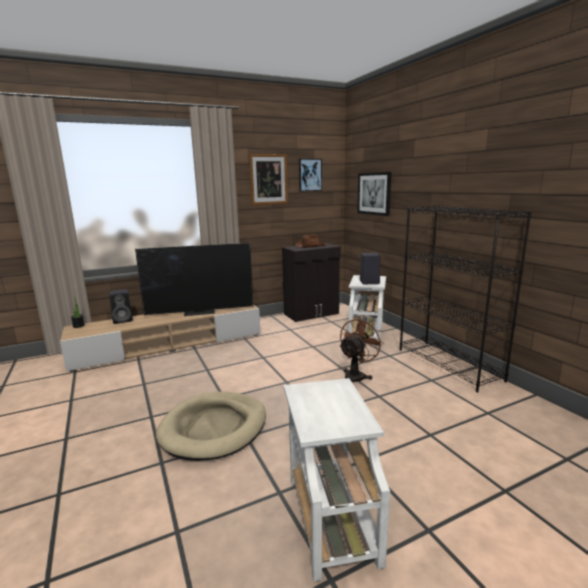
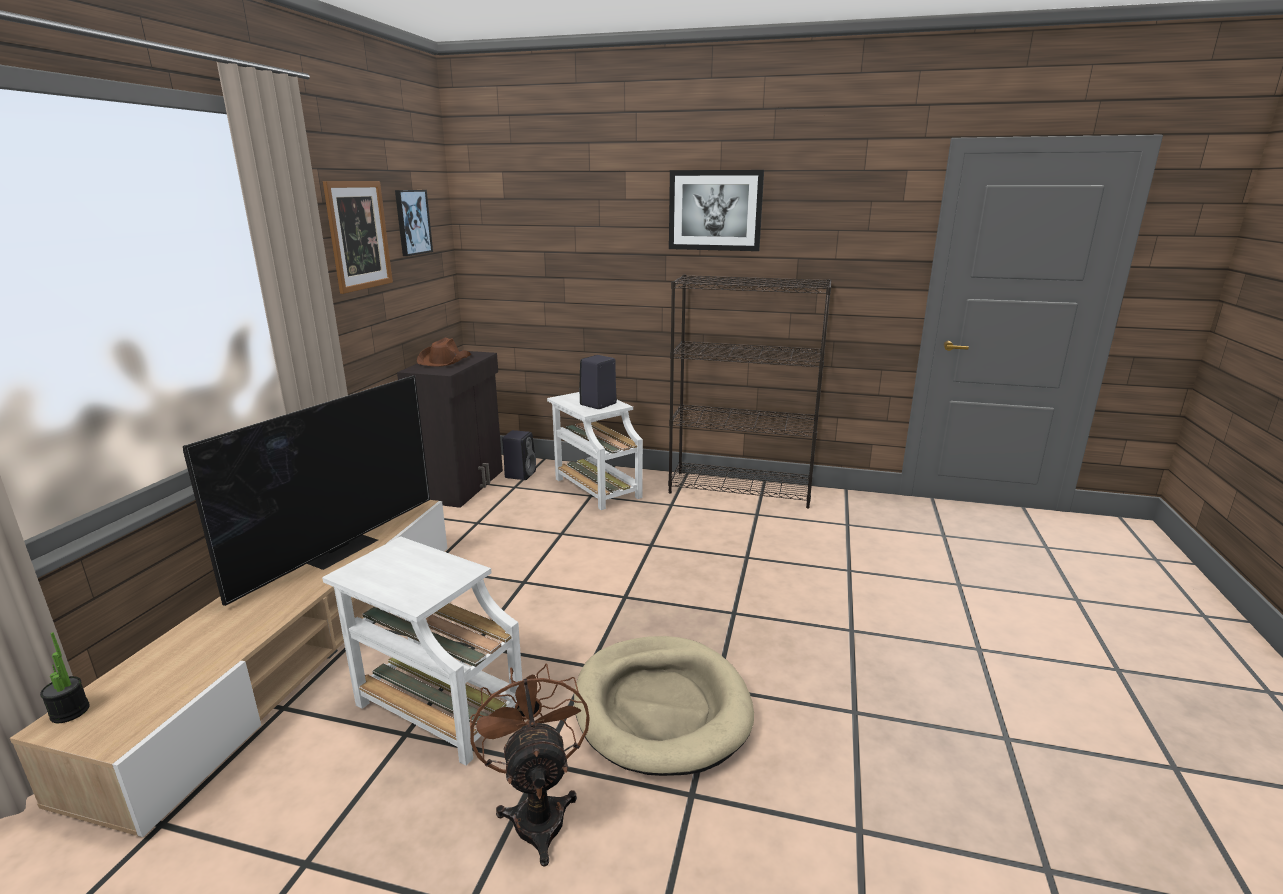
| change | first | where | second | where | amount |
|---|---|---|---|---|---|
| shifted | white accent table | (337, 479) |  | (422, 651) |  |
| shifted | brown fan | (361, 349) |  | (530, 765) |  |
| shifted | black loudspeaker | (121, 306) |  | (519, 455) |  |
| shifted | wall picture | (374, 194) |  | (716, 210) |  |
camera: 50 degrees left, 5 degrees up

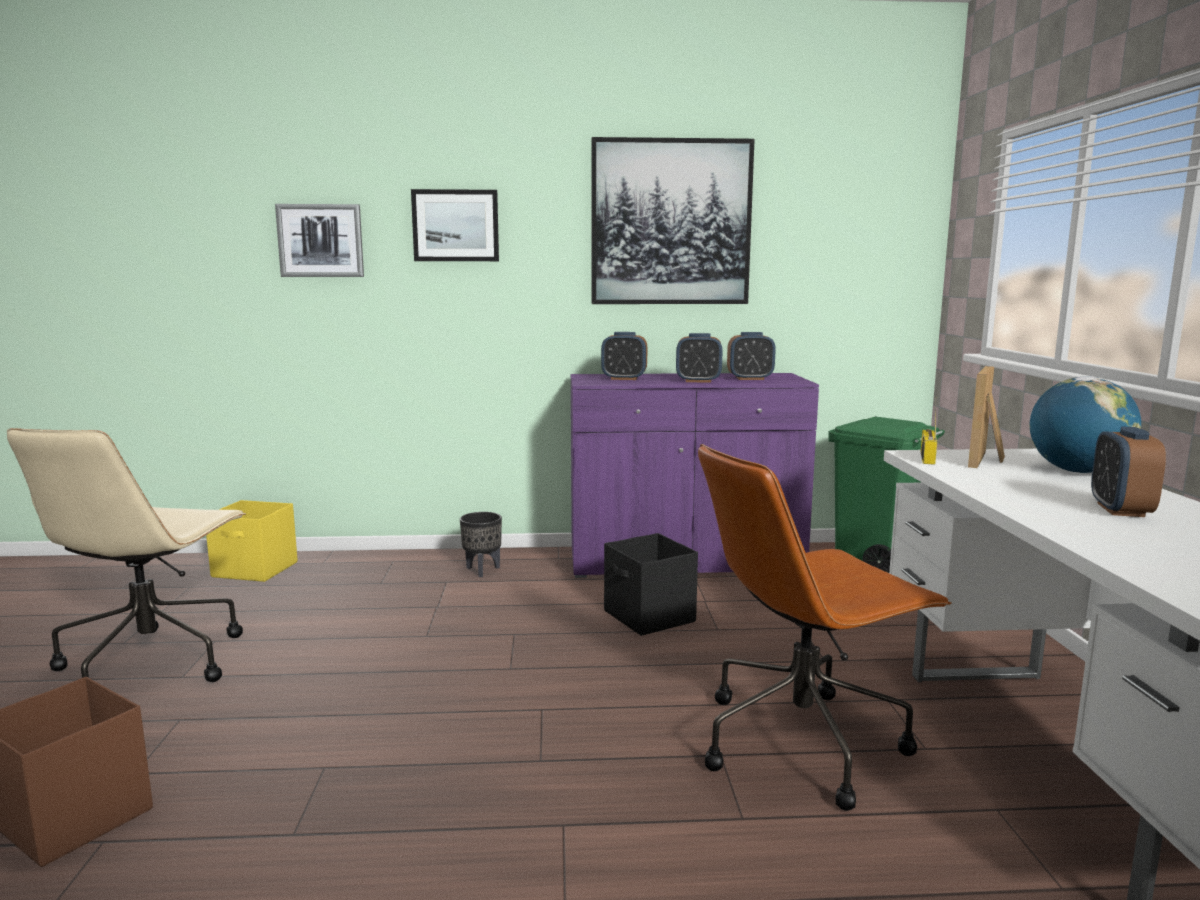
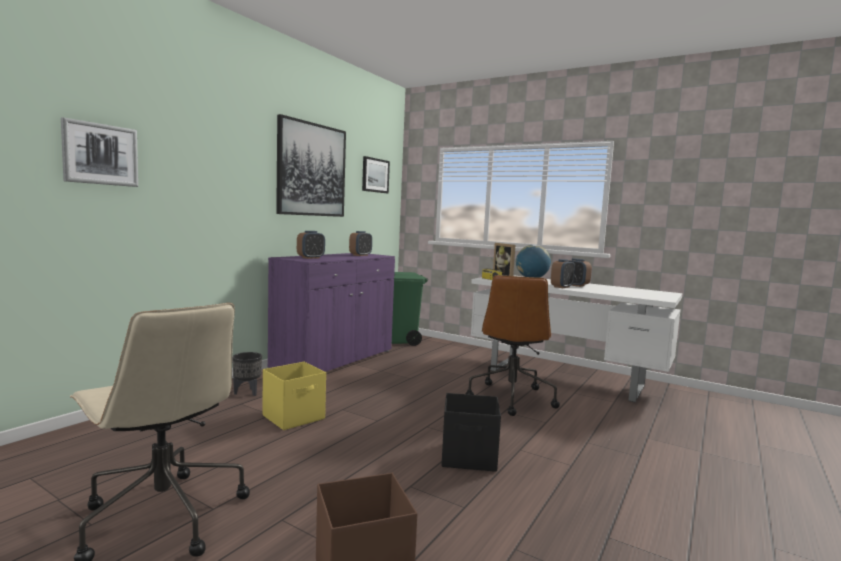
| change | first | where | second | where | amount |
|---|---|---|---|---|---|
| shifted | yellow-coloured storage box | (252, 541) |  | (294, 396) |  |
| shifted | wall picture | (455, 225) |  | (376, 174) |  |
| shifted | black storage box | (651, 584) |  | (471, 432) |  |
| shifted | alarm clock | (699, 358) |  | (563, 273) |  |
camera: 55 degrees left, 5 degrees down

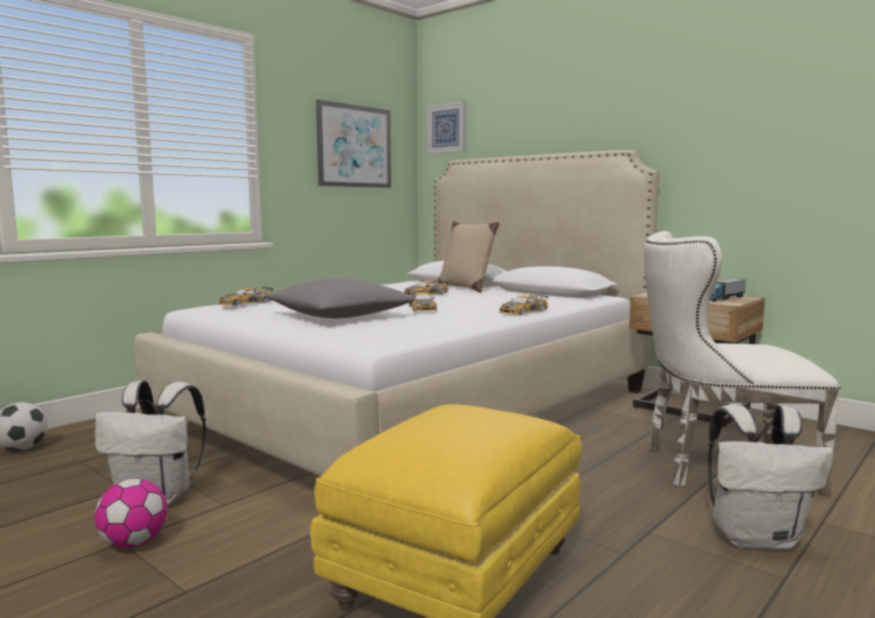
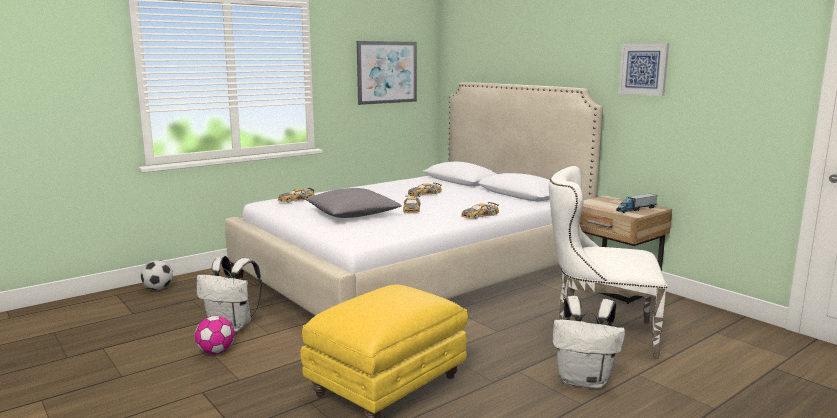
| change | first | where | second | where | amount |
|---|---|---|---|---|---|
| shifted | wall picture | (446, 127) |  | (643, 69) |  |
| gone | beige-coloured cushion | (468, 257) |  |  |  |
camera: 10 degrees right, 5 degrees up

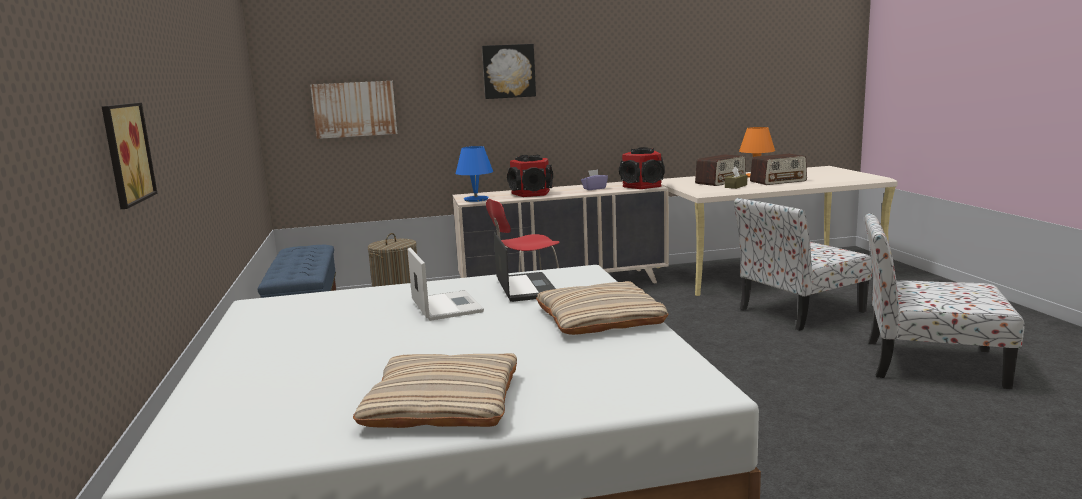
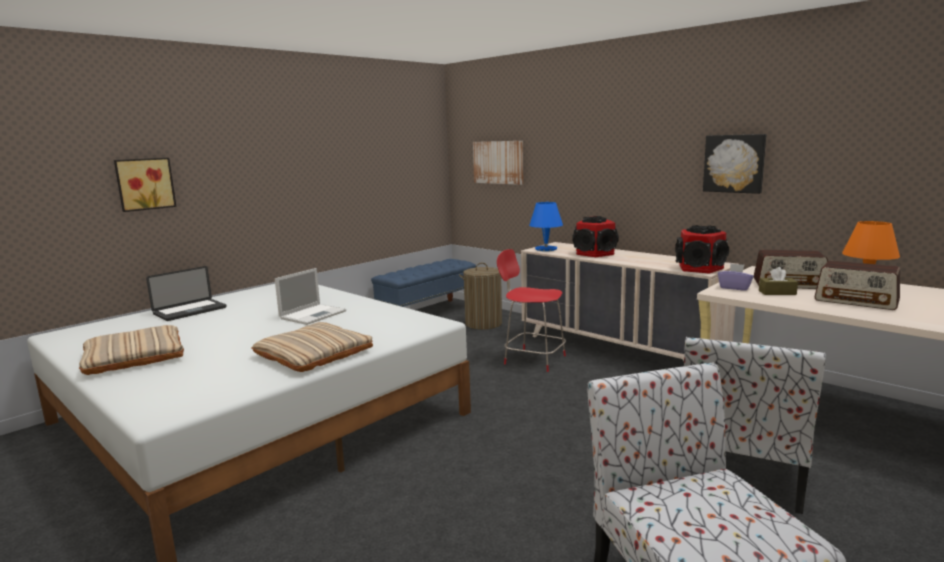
| change | first | where | second | where | amount |
|---|---|---|---|---|---|
| shifted | notebook computer | (525, 267) |  | (186, 293) |  |
| rotated | upright chair | (803, 264) |  | (755, 425) | 90 degrees counterclockwise |
| shifted | wall picture | (509, 71) |  | (734, 164) |  |
| shifted | purple tissue holder | (594, 180) |  | (736, 277) |  |
camera: 55 degrees right, 0 degrees up

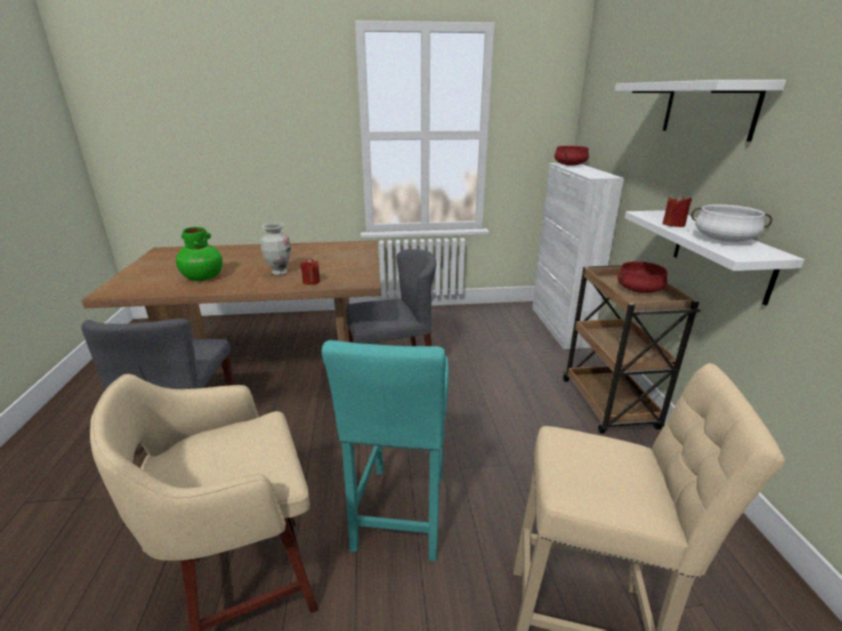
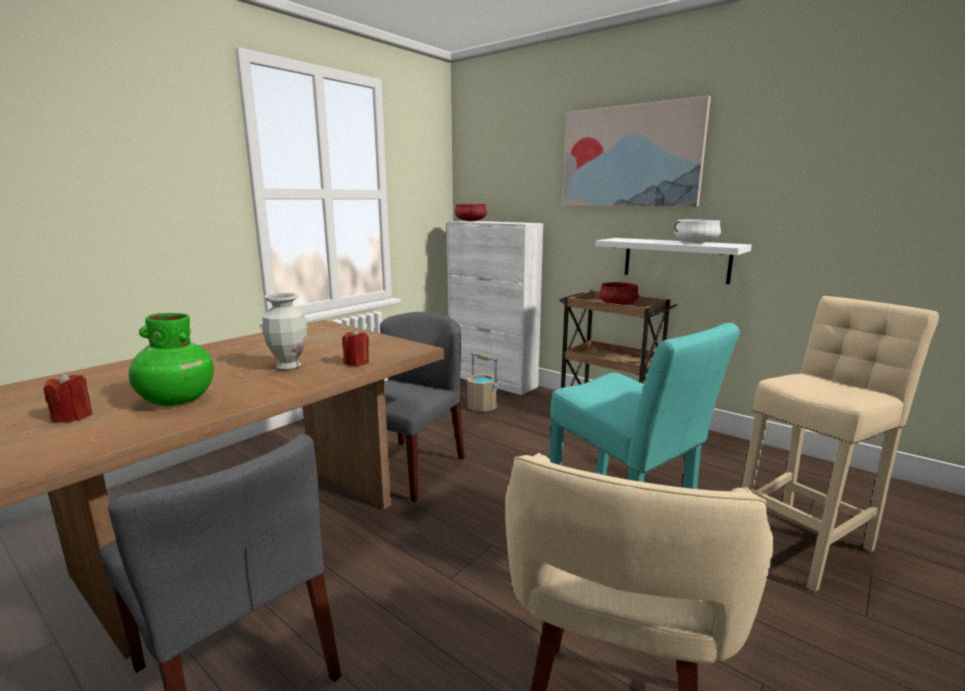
| change | first | where | second | where | amount |
|---|---|---|---|---|---|
| shifted | red-coloured wax candle | (677, 210) |  | (68, 397) |  |
| new |  |  | beige-coloured bucket | (482, 382) |  |
| swapped | white bracket shelf | (700, 111) | wall picture | (637, 151) |  |
camera: 45 degrees left, 10 degrees down

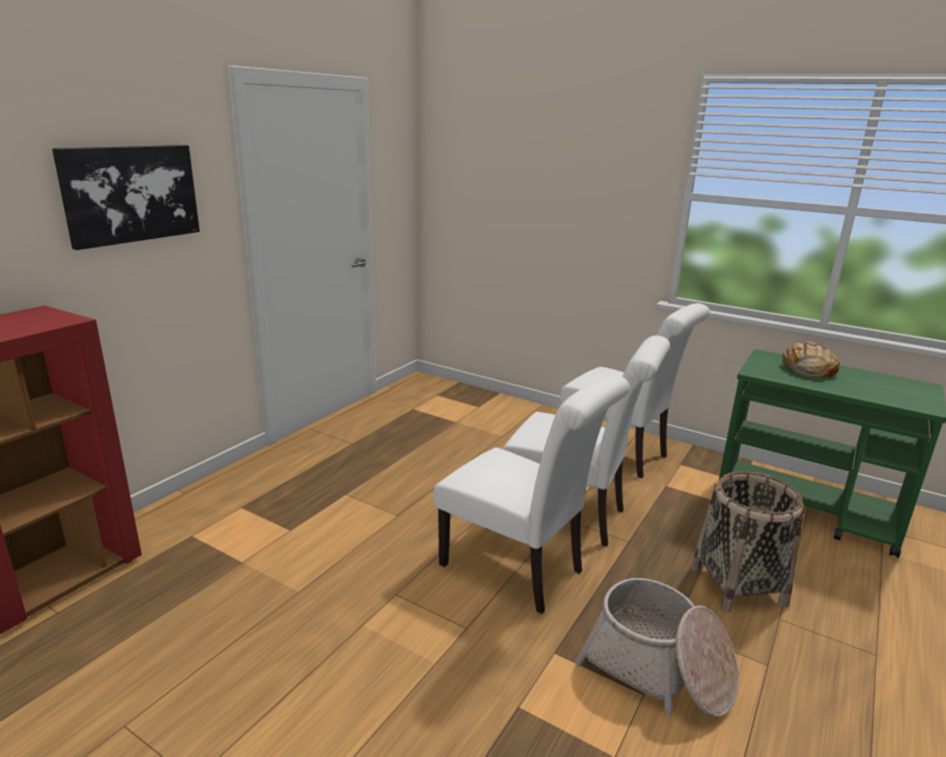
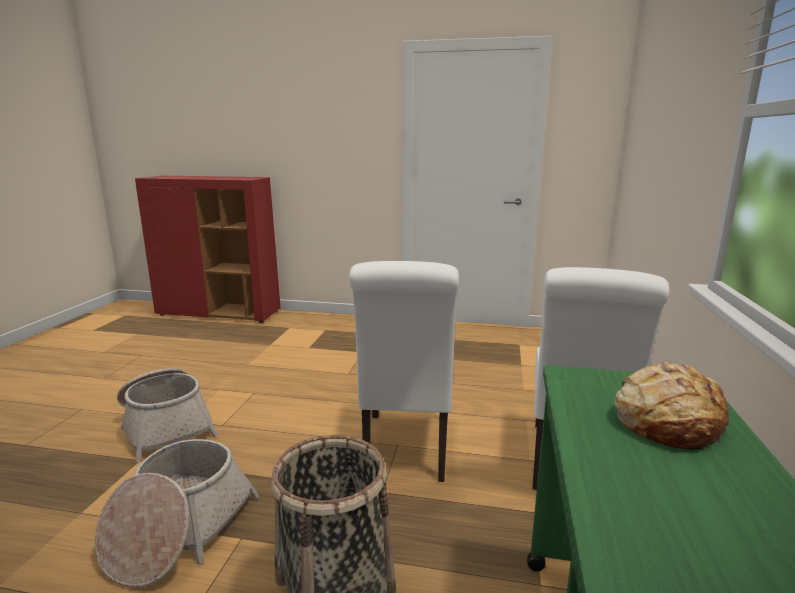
| change | first | where | second | where | amount |
|---|---|---|---|---|---|
| new |  |  | storage basket | (167, 415) |  |
| gone | wall picture | (126, 197) |  |  |  |
| gone | white upright chair | (531, 494) |  |  |  |
camera: 70 degrees right, 5 degrees down

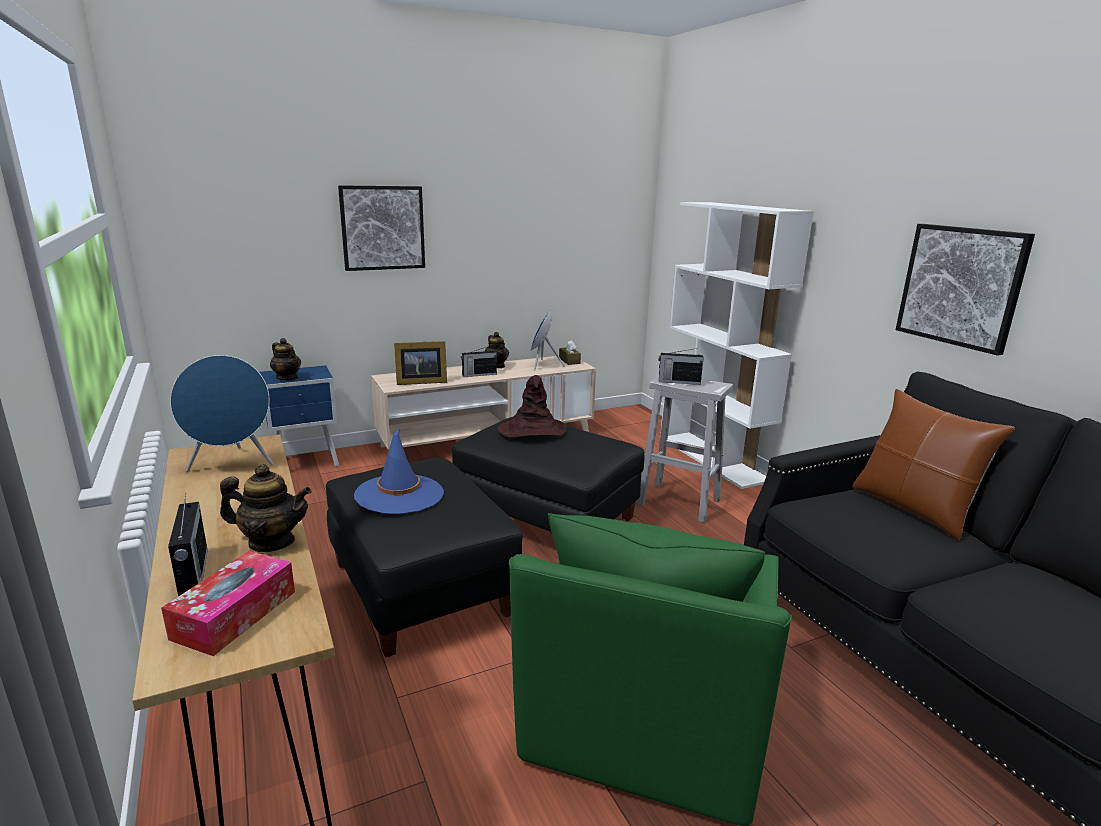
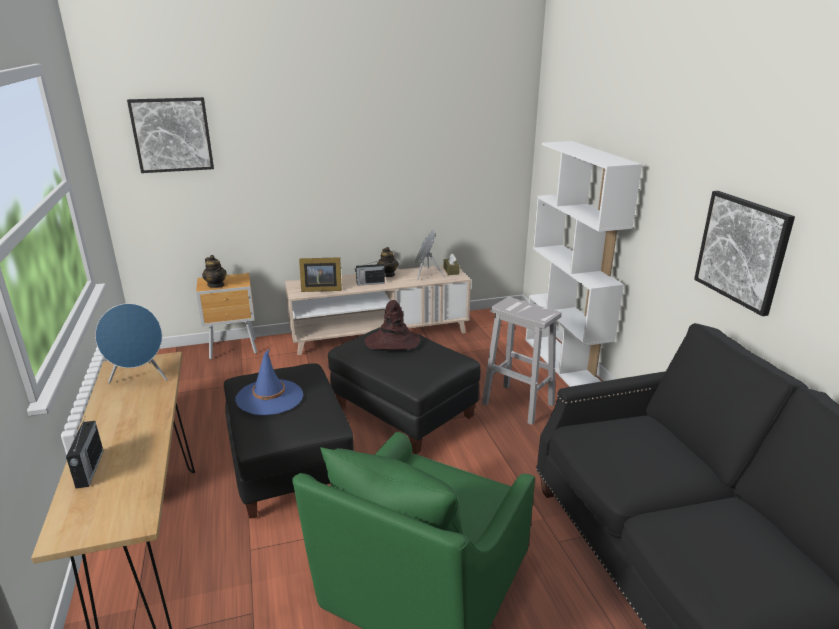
| change | first | where | second | where | amount |
|---|---|---|---|---|---|
| shifted | wall picture | (381, 228) |  | (170, 135) |  |
| repainted | blue-coloured night table | (299, 416) | brown night table | (226, 316) |  |
| gone | tissue holder | (228, 603) |  |  |  |
| gone | teapot | (266, 508) |  |  |  |
| gone | radio receiver | (681, 366) |  |  |  |
| gone | brown cushion | (933, 464) |  |  |  |
camera: 10 degrees right, 5 degrees up

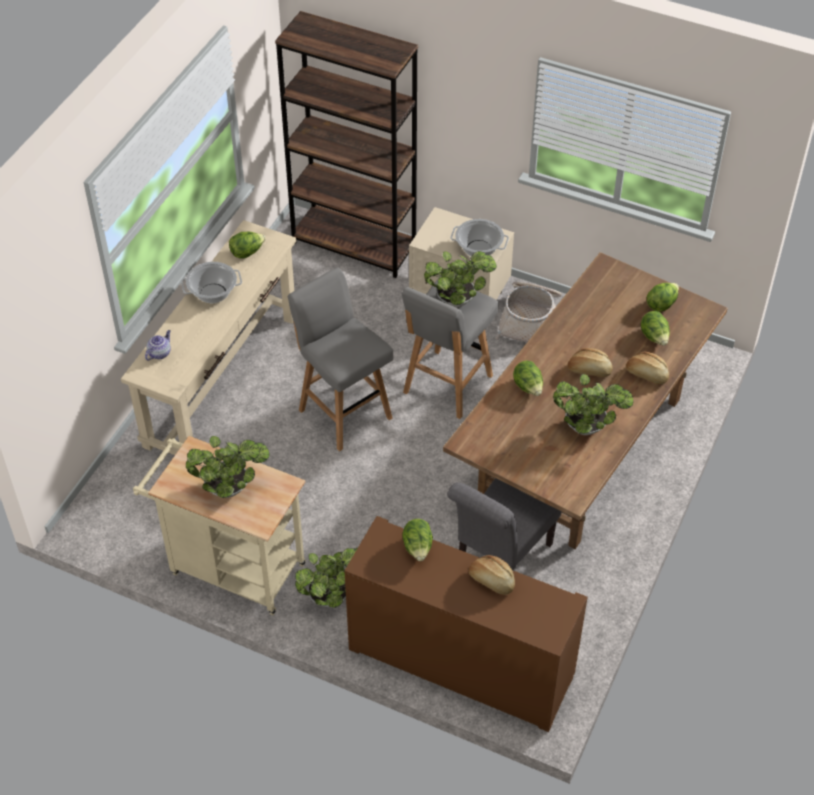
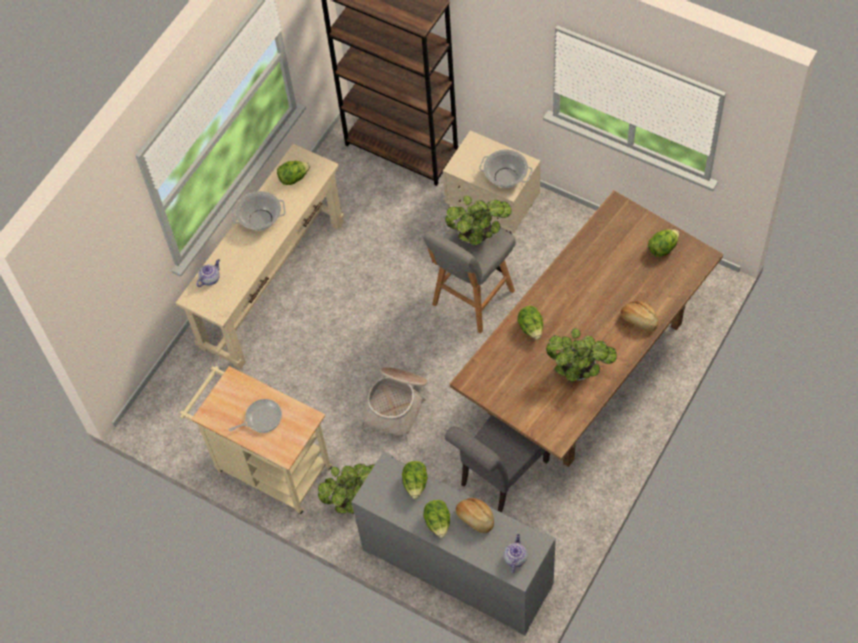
| change | first | where | second | where | amount |
|---|---|---|---|---|---|
| swapped | plant in a pot | (227, 467) | pan | (255, 416) |  |
| repainted | brown storage cabinet | (466, 624) | grey storage cabinet | (454, 543) |  |
| shifted | storage basket | (528, 312) |  | (394, 404) |  |
| shifted | lettuce | (655, 328) |  | (436, 519) |  |
| new |  |  | teapot | (516, 553) |  |
| gone | grey sitting stool | (340, 359) |  |  |  |
| gone | baked bread | (590, 362) |  |  |  |
camera: 10 degrees right, 10 degrees up

